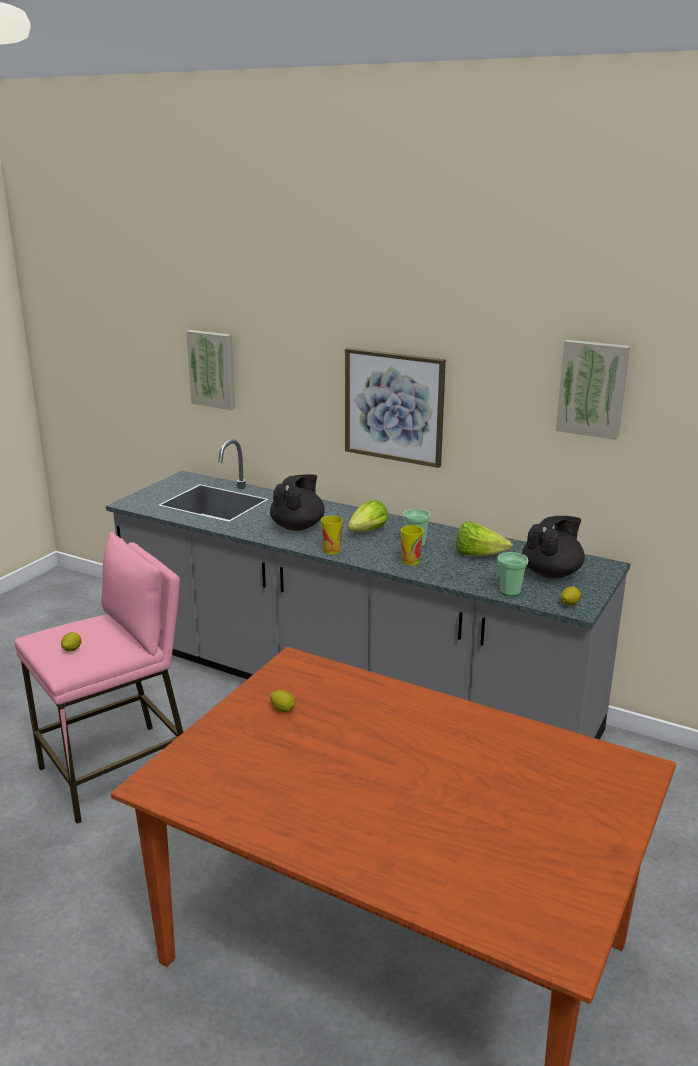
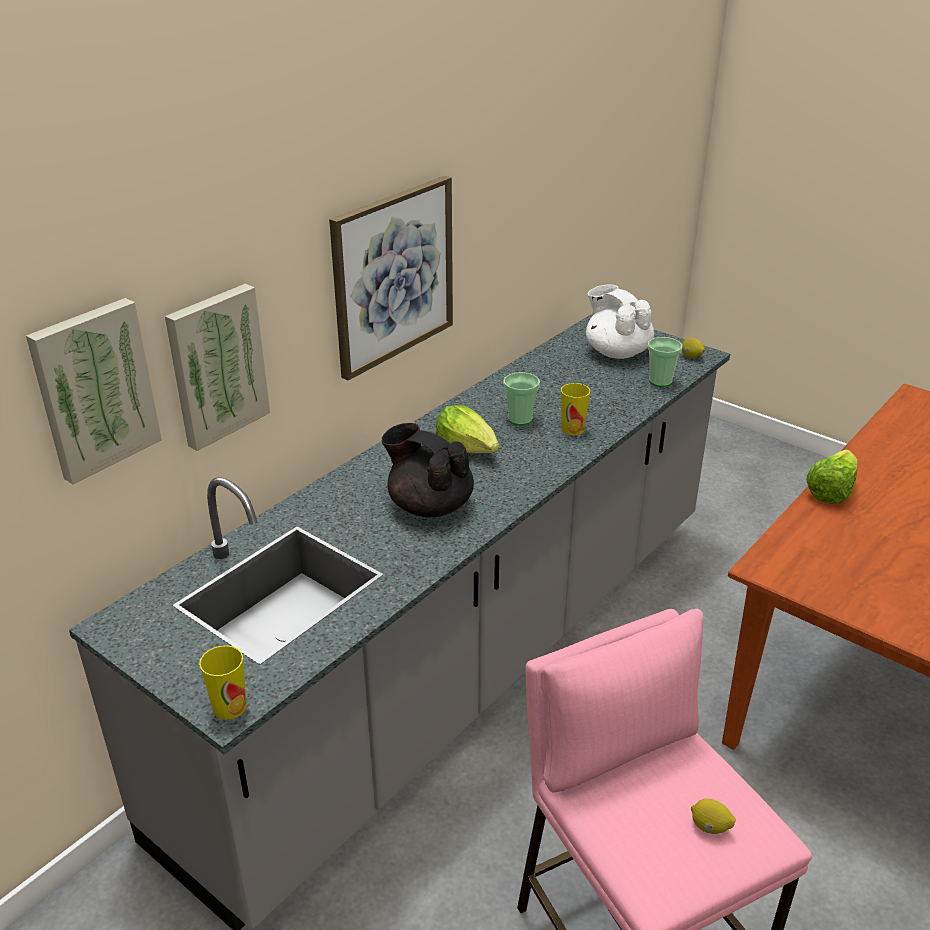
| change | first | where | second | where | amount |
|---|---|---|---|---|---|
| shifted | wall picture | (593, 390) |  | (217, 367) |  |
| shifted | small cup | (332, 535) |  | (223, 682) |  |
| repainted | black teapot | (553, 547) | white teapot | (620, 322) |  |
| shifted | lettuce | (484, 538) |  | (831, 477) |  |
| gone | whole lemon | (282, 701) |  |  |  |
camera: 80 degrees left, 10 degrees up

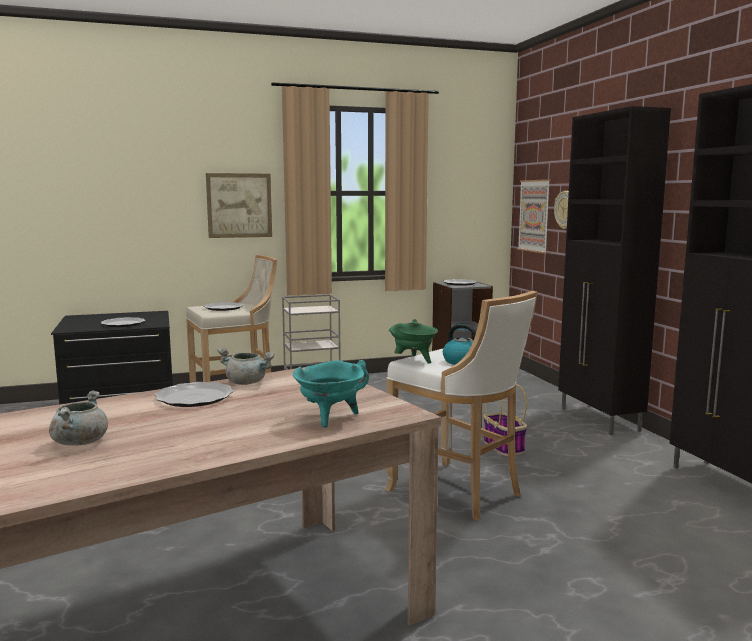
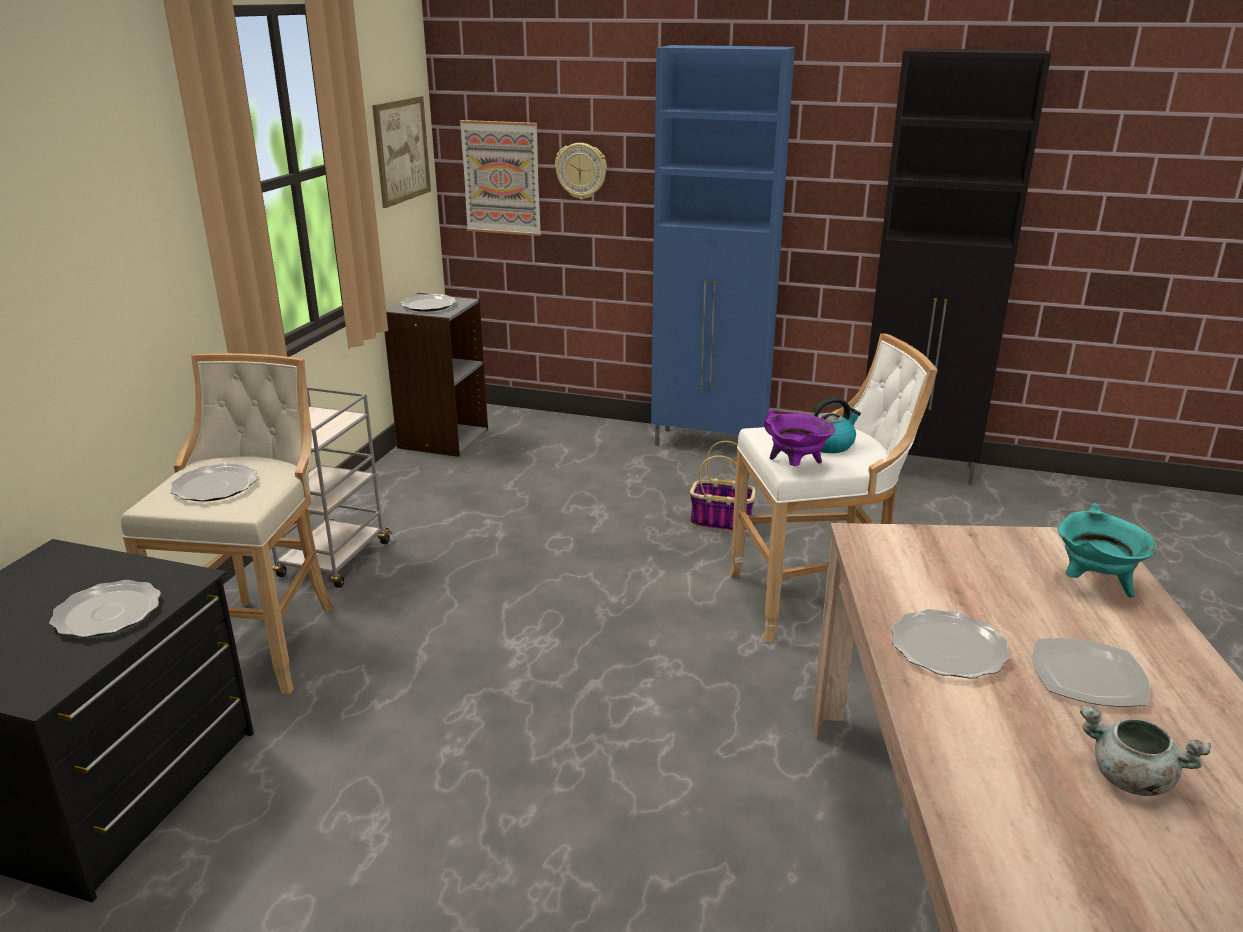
| change | first | where | second | where | amount |
|---|---|---|---|---|---|
| shifted | wall picture | (239, 205) |  | (401, 152) |  |
| repainted | black storage cabinet | (614, 270) | blue-coloured storage cabinet | (723, 245) |  |
| repainted | green saucepot | (413, 341) | purple saucepot | (800, 437) |  |
| new |  |  | dinner plate | (1090, 672) |  |
| gone | grey saucepot | (246, 366) |  |  |  |
camera: 55 degrees left, 15 degrees up

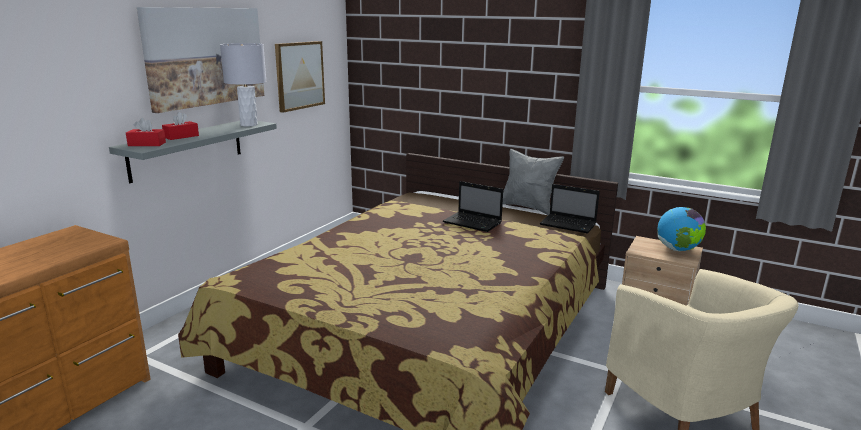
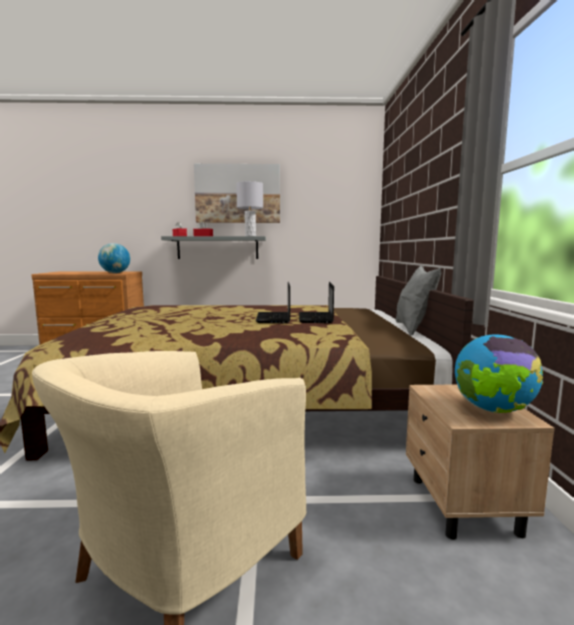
| change | first | where | second | where | amount |
|---|---|---|---|---|---|
| new |  |  | world globe | (114, 258) |  |
| shifted | notebook computer | (570, 209) |  | (273, 302) |  |
| gone | wall picture | (300, 77) |  |  |  |
camera: 60 degrees right, 10 degrees down

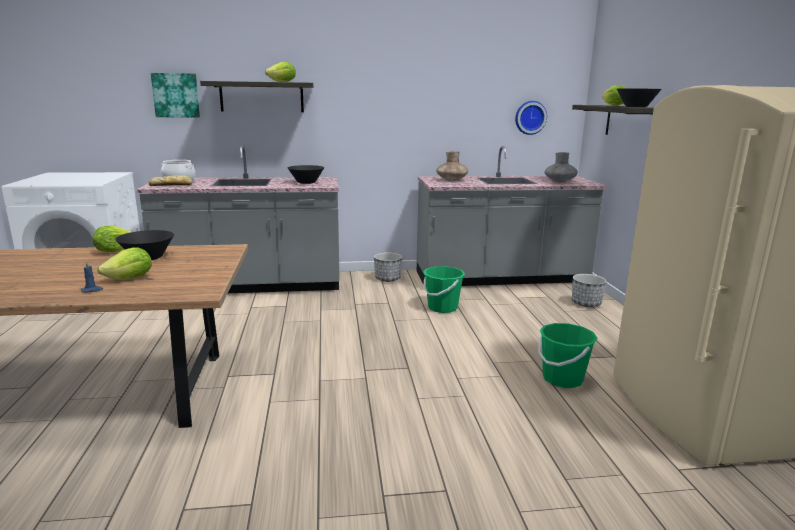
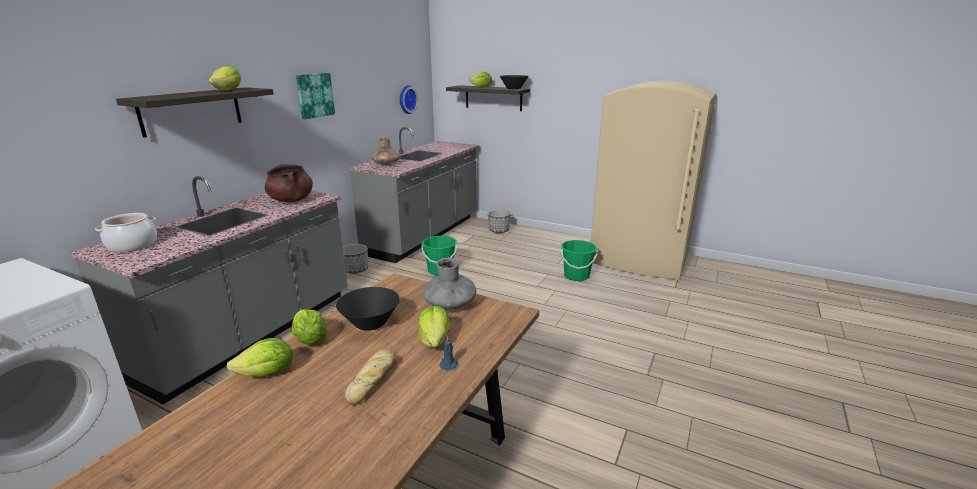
| change | first | where | second | where | amount |
|---|---|---|---|---|---|
| new |  |  | lettuce | (260, 357) |  |
| swapped | black serving bowl | (306, 174) | brown saucepot | (289, 183) |  |
| shifted | wall picture | (175, 95) |  | (315, 96) |  |
| shifted | baked bread | (170, 180) |  | (370, 377) |  |
| shifted | grey decorative vase | (561, 167) |  | (449, 284) |  |
camera: 55 degrees left, 5 degrees up

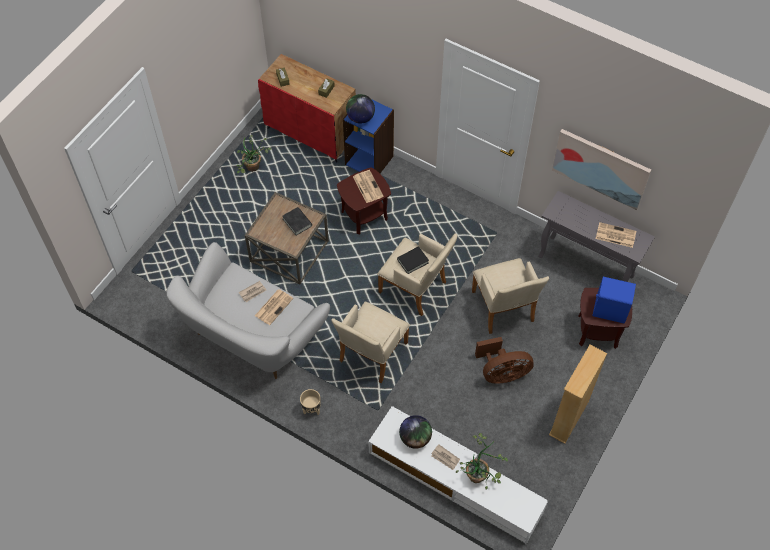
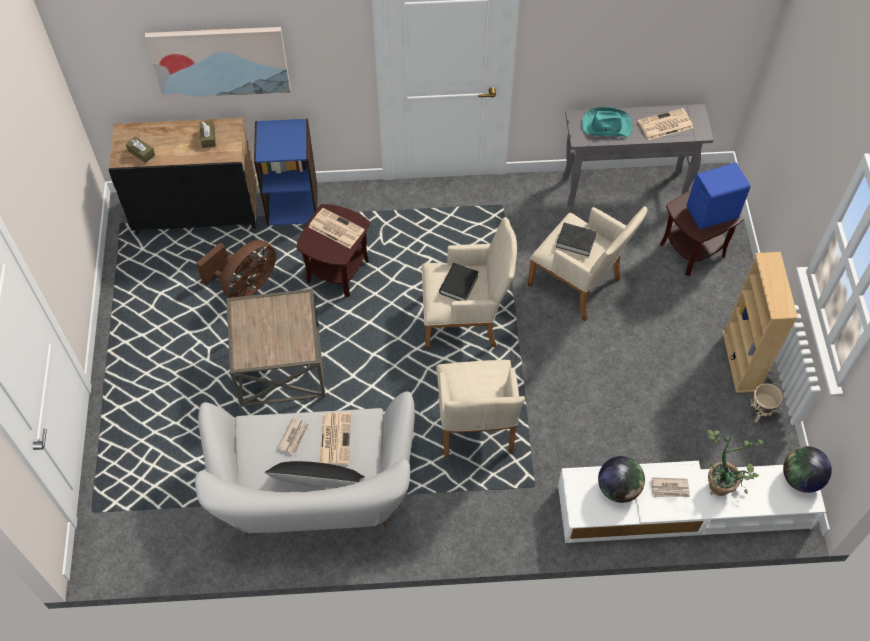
| change | first | where | second | where | amount |
|---|---|---|---|---|---|
| repainted | red-coloured storage cabinet | (307, 108) | black storage cabinet | (182, 176) |  |
| shifted | wall picture | (601, 169) |  | (218, 63) |  |
| shifted | brown fan | (504, 360) |  | (236, 269) |  |
| new |  |  | black cushion | (315, 474) |  |
| shifted | black bound book | (297, 221) |  | (576, 240) |  |
| new |  |  | blue-green hat | (606, 122) |  |
| shifted | beige-coloured planter | (310, 402) |  | (766, 403) |  |
| shifted | world globe | (360, 108) |  | (807, 469) |  |
| gone | plant in a pot | (254, 154) |  |  |  |
camera: 35 degrees left, 0 degrees up

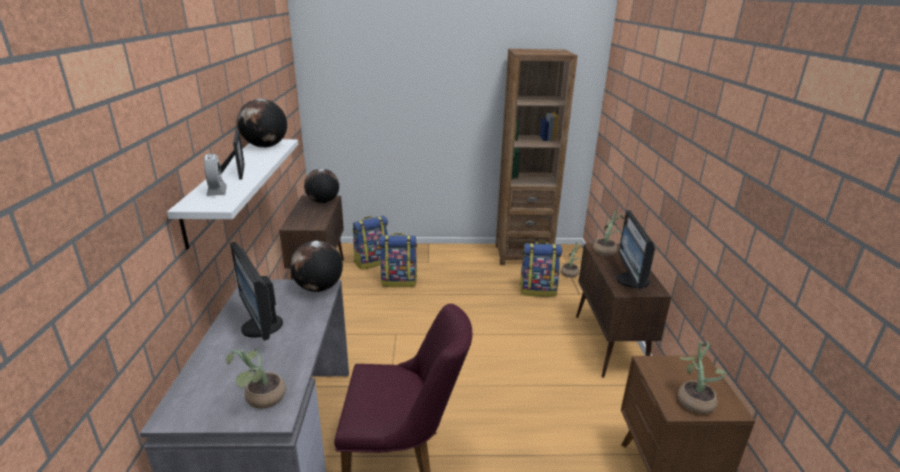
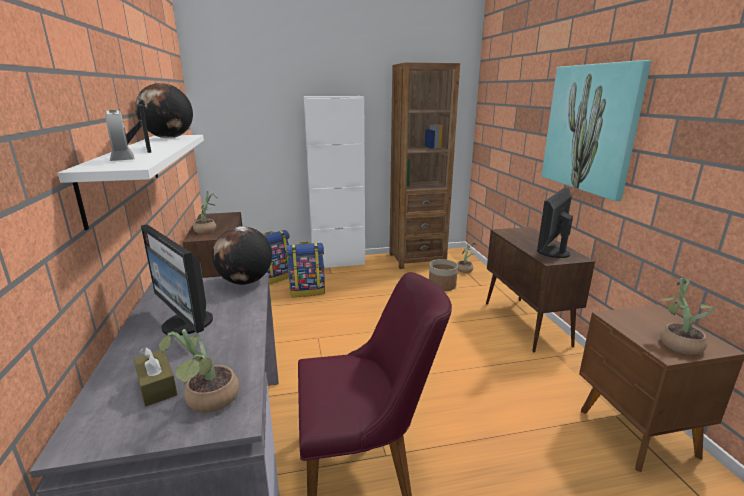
| change | first | where | second | where | amount |
|---|---|---|---|---|---|
| new |  |  | brown tissue holder | (155, 377) |  |
| shifted | plant in a pot | (609, 233) |  | (205, 212) |  |
| new |  |  | white storage cabinet | (334, 182) |  |
| swapped | backpack | (541, 269) | planter | (443, 275) |  |
| rotated | monitor | (635, 249) |  | (555, 222) | 45 degrees clockwise |
| new |  |  | wall picture | (596, 130) |  |
| gone | world globe | (321, 186) |  |  |  |
camera: 10 degrees left, 5 degrees down

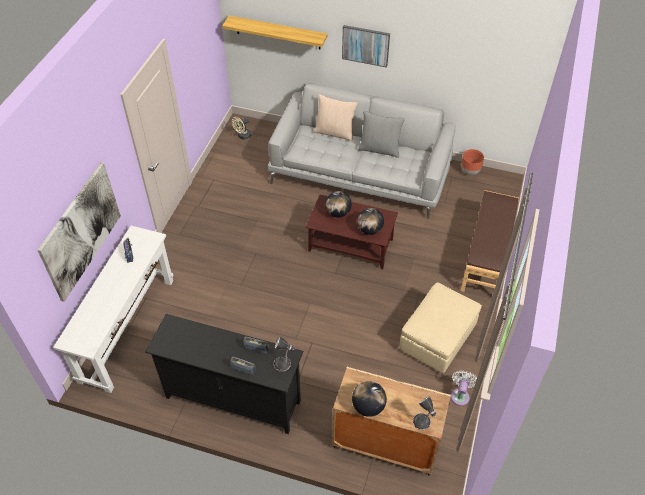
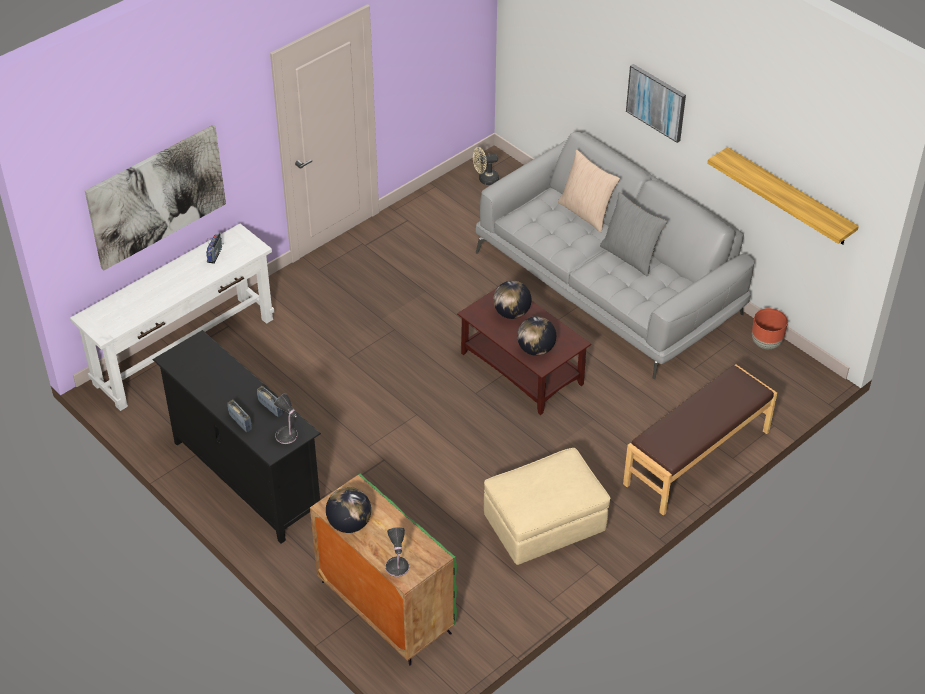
| change | first | where | second | where | amount |
|---|---|---|---|---|---|
| repainted | beige-coloured storage cabinet | (391, 421) | green storage cabinet | (383, 570) |  |
| shifted | bracket shelf | (275, 32) |  | (783, 196) |  |
| gone | white fan | (464, 388) |  |  |  |
camera: 30 degrees right, 5 degrees down

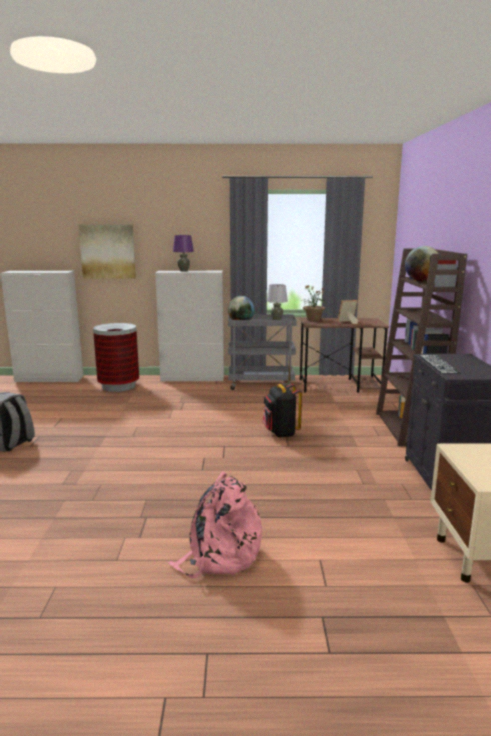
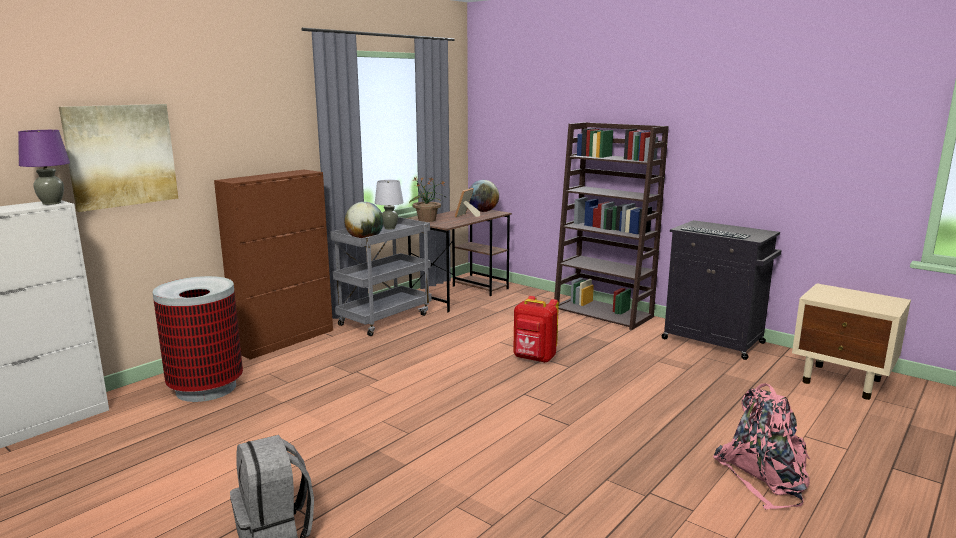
| change | first | where | second | where | amount |
|---|---|---|---|---|---|
| shifted | purple tabletop lamp | (183, 253) |  | (44, 167) |  |
| repainted | white storage cabinet | (189, 326) | brown storage cabinet | (273, 265) |  |
| shifted | world globe | (422, 264) |  | (484, 196) |  |
| repainted | black backpack | (282, 411) | red-coloured backpack | (536, 329) |  |
camera: 50 degrees left, 0 degrees up

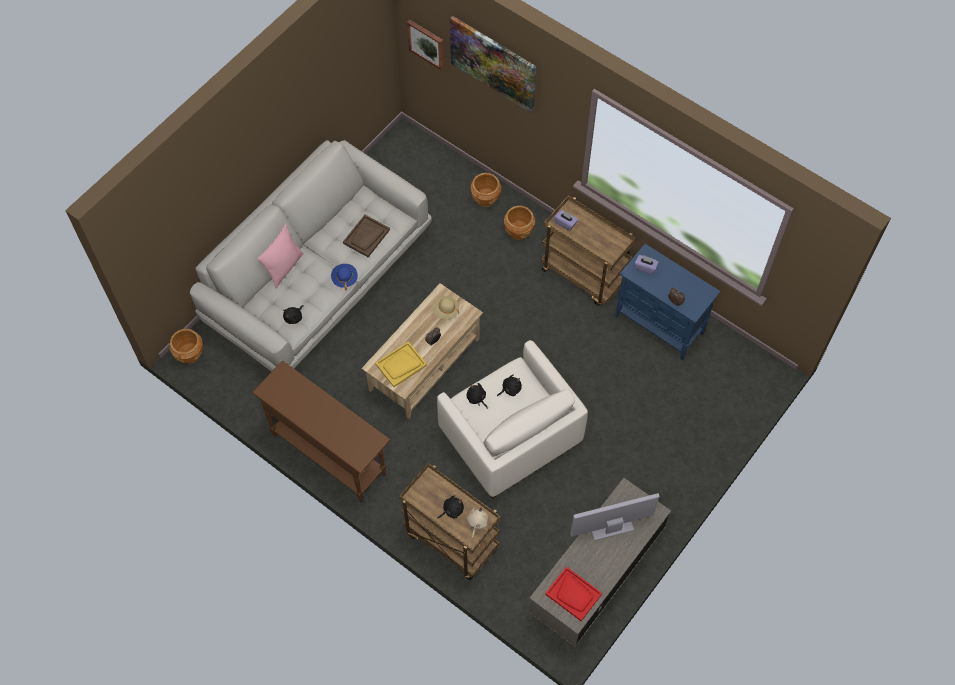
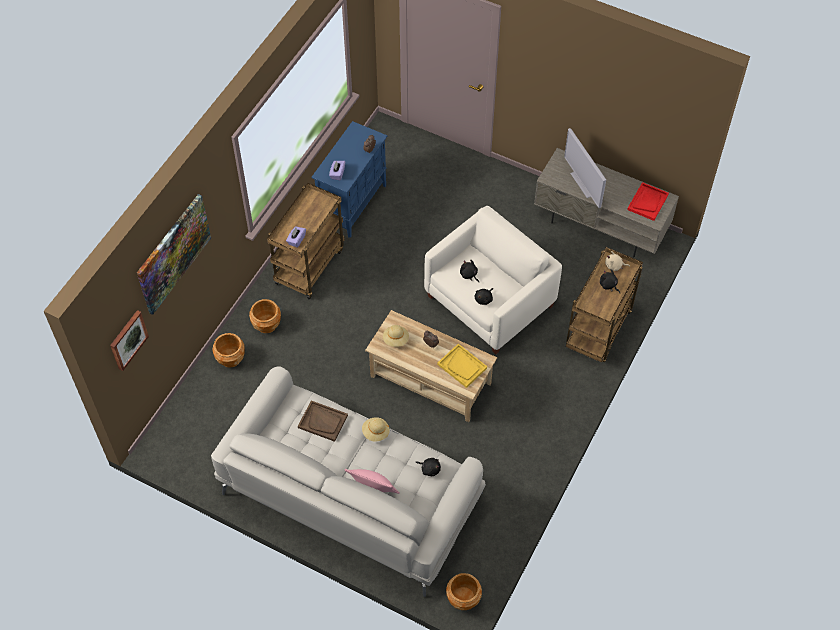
| change | first | where | second | where | amount |
|---|---|---|---|---|---|
| repainted | blue-coloured hat | (344, 277) | beige-coloured hat | (376, 429) |  |
| gone | brown narrow table | (321, 431) |  |  |  |
camera: 100 degrees left, 5 degrees down

